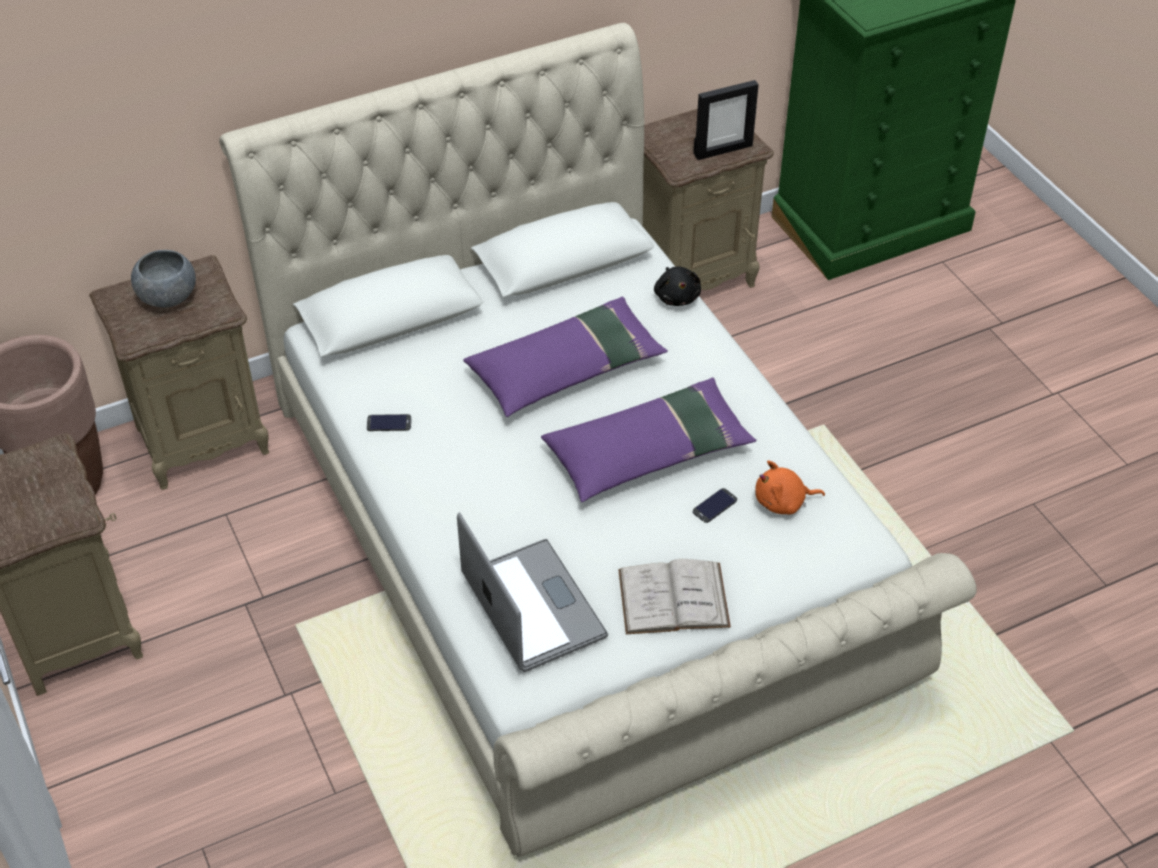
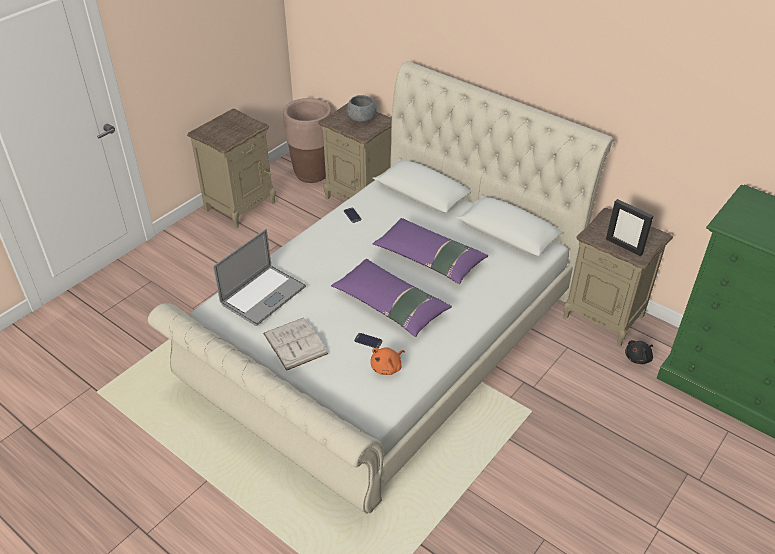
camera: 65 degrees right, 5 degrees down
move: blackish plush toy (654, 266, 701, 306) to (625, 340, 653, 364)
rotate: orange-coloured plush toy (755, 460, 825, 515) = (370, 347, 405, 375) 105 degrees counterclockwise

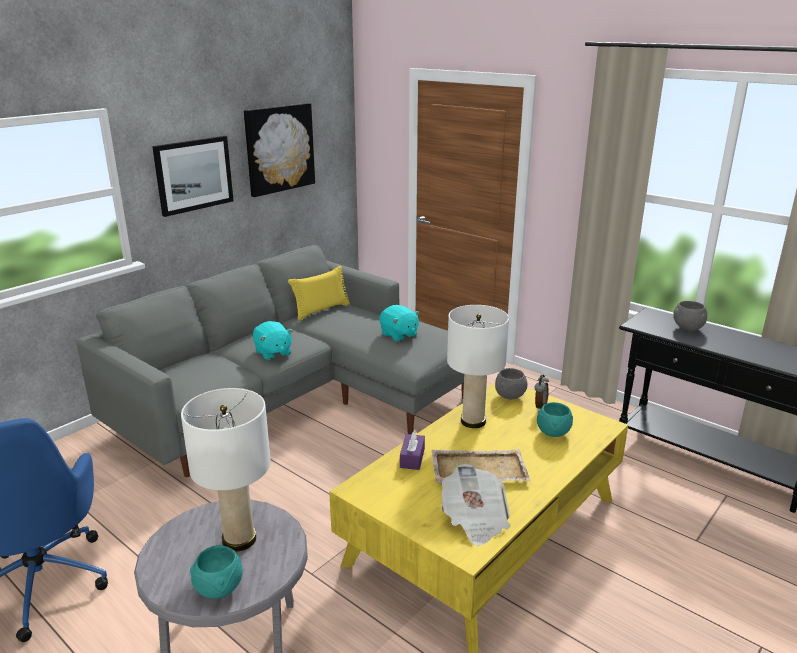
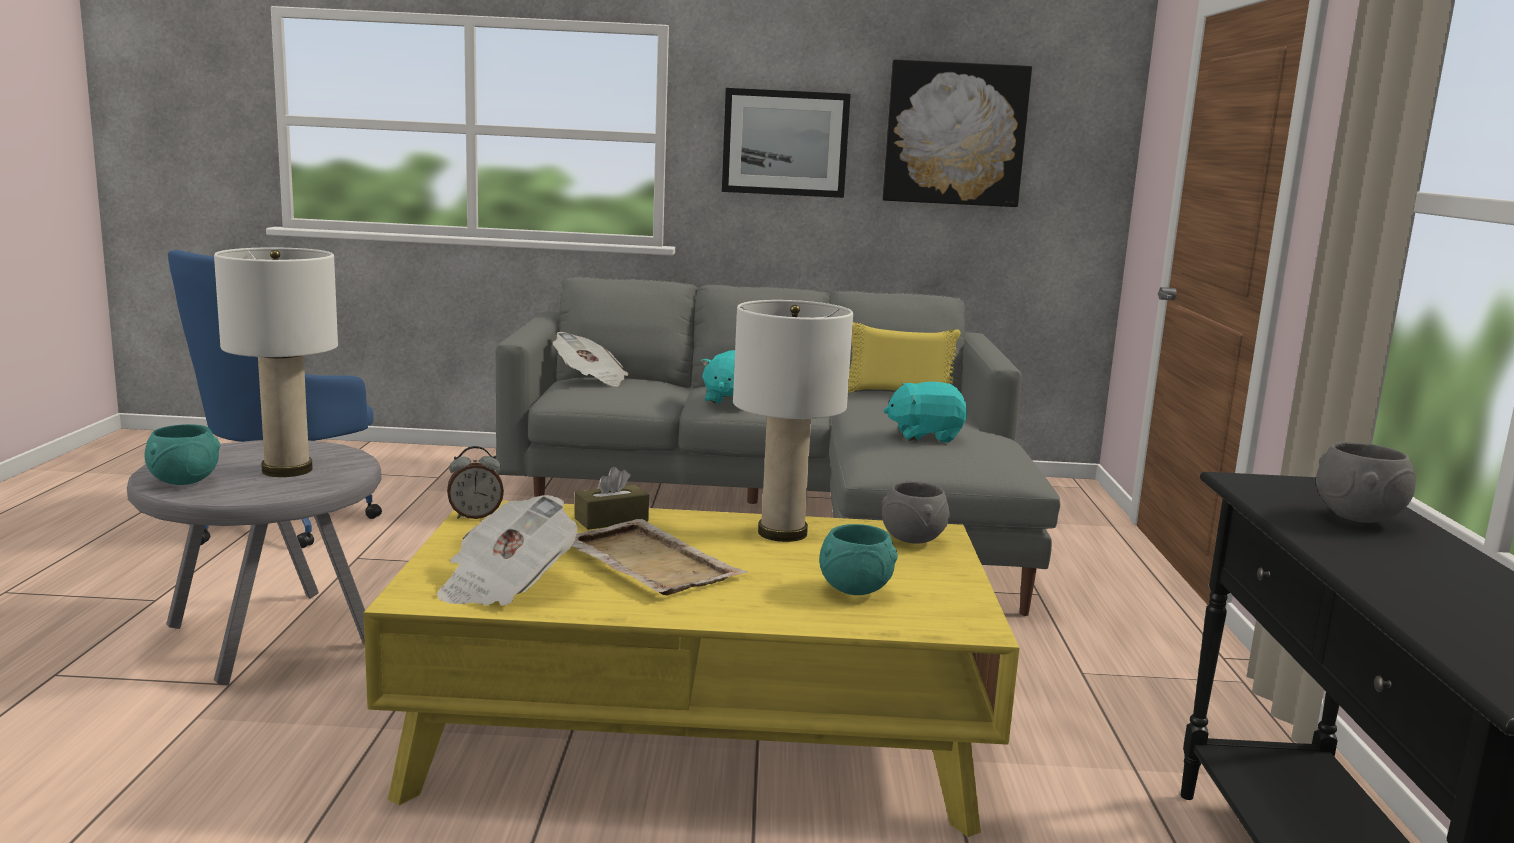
camera: 50 degrees right, 10 degrees down
insert: printed paper (553, 332, 629, 387)
move: bedside clock (534, 375, 549, 409) to (447, 446, 504, 519)
recolor: purplish tissue box (400, 430, 425, 470) to brown tissue box (575, 467, 649, 530)
rotate: blue-green plush toy (379, 305, 420, 342) = (883, 382, 967, 443) 75 degrees clockwise

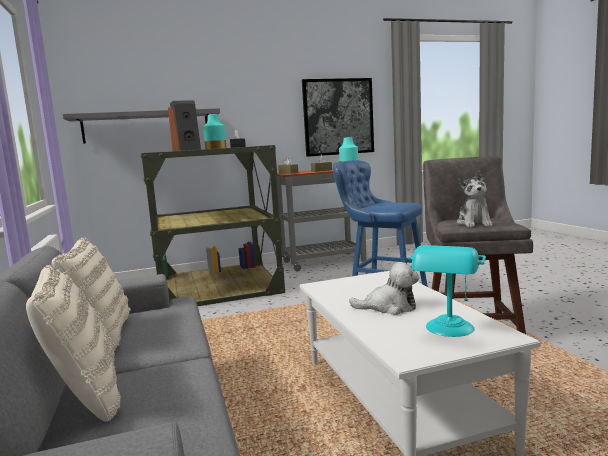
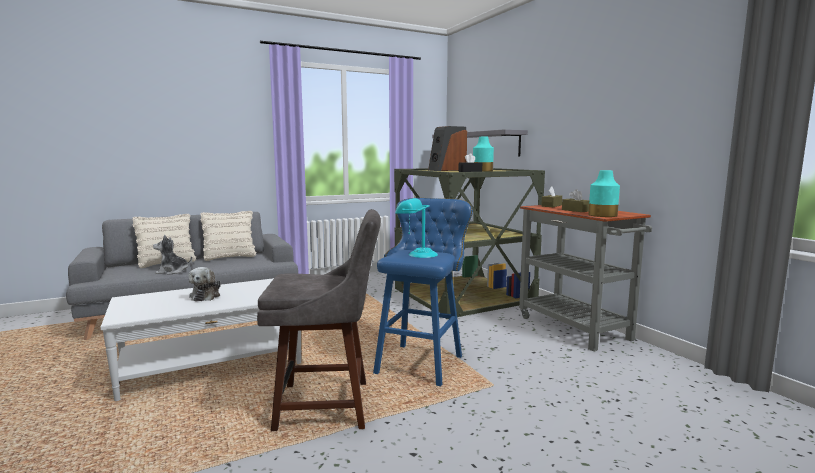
camera: 80 degrees right, 0 degrees up
delete: wall art (302, 78, 374, 157)
move: blue-green lamp for a table (408, 245, 486, 337) to (395, 198, 438, 258); plush toy (457, 171, 493, 227) to (153, 235, 192, 275)

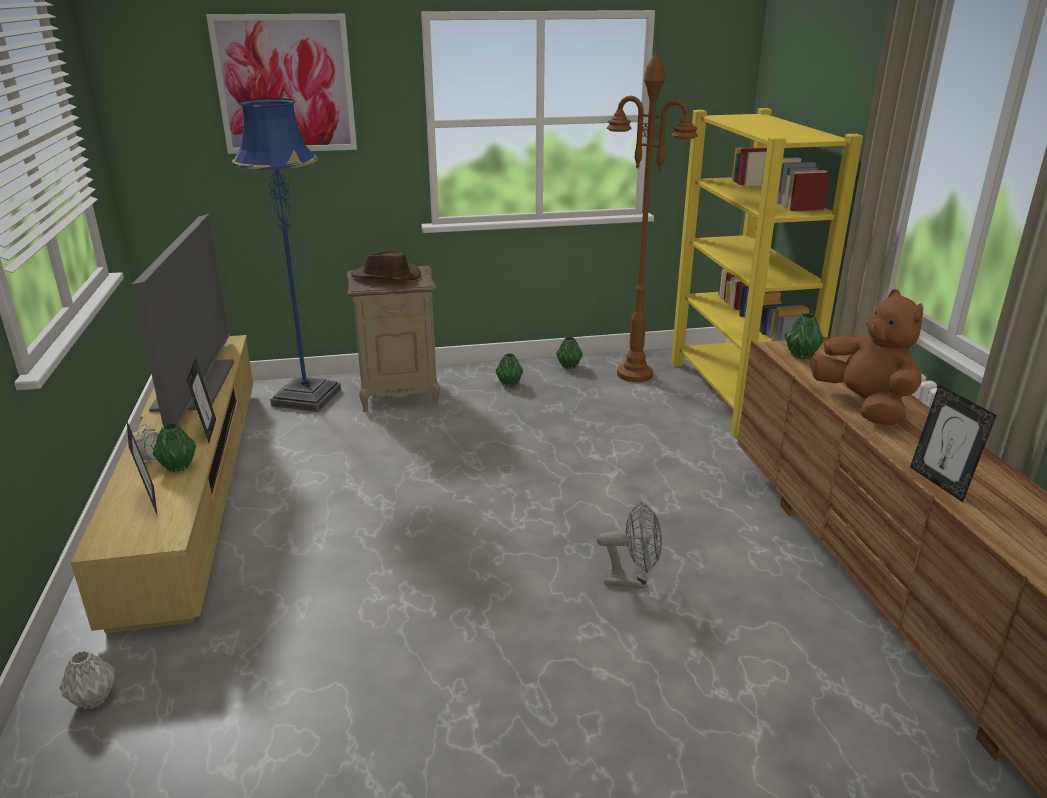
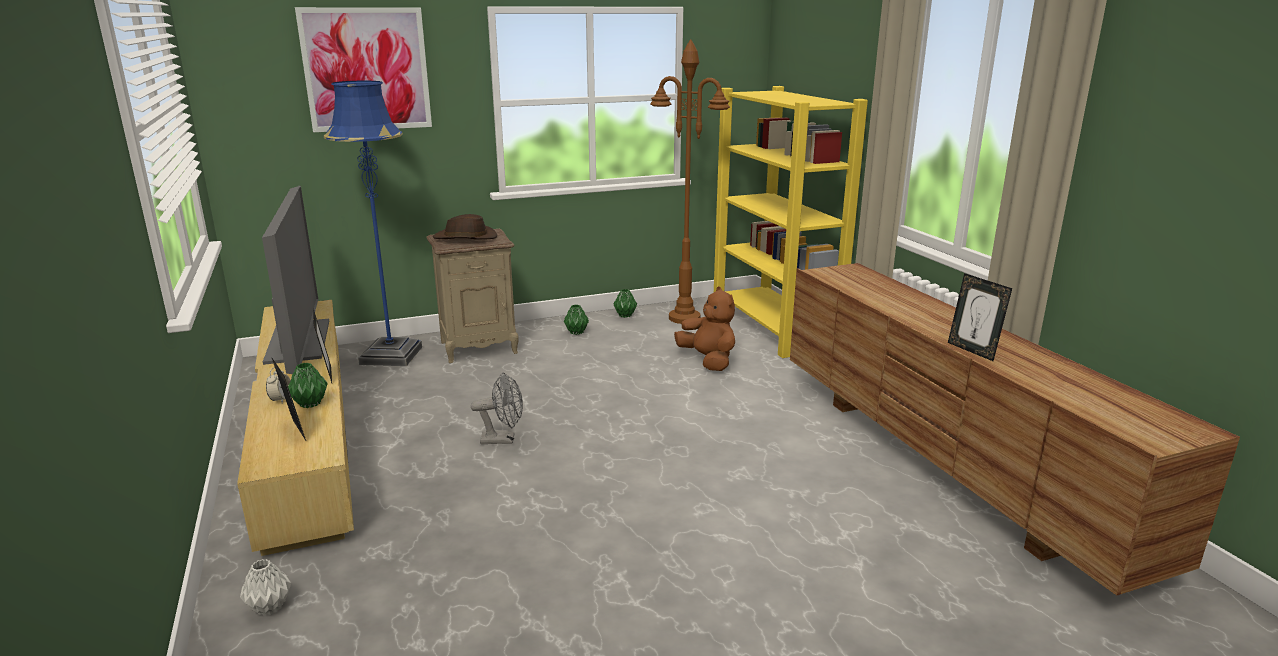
camera: 10 degrees left, 5 degrees down
delete: greenish flower vase (784, 313, 824, 359)
move: gray fan (597, 501, 662, 589) to (471, 373, 523, 444); brown plush toy (810, 289, 923, 426) to (674, 286, 735, 371)

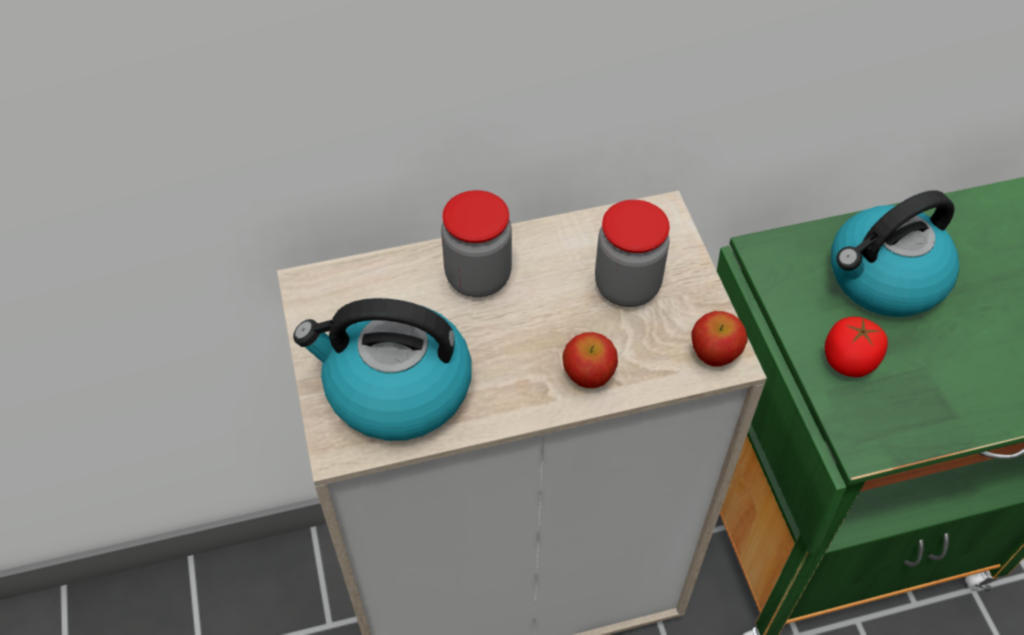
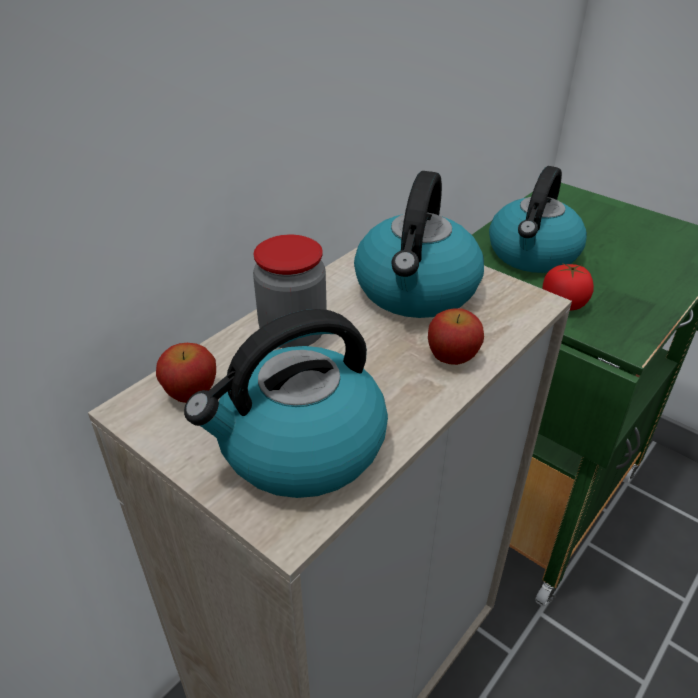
camera: 35 degrees left, 15 degrees down
move: apple fruit (691, 311, 748, 367) to (156, 343, 216, 403)
replace: storage jar (595, 200, 670, 307) to tea kettle (354, 171, 484, 318)

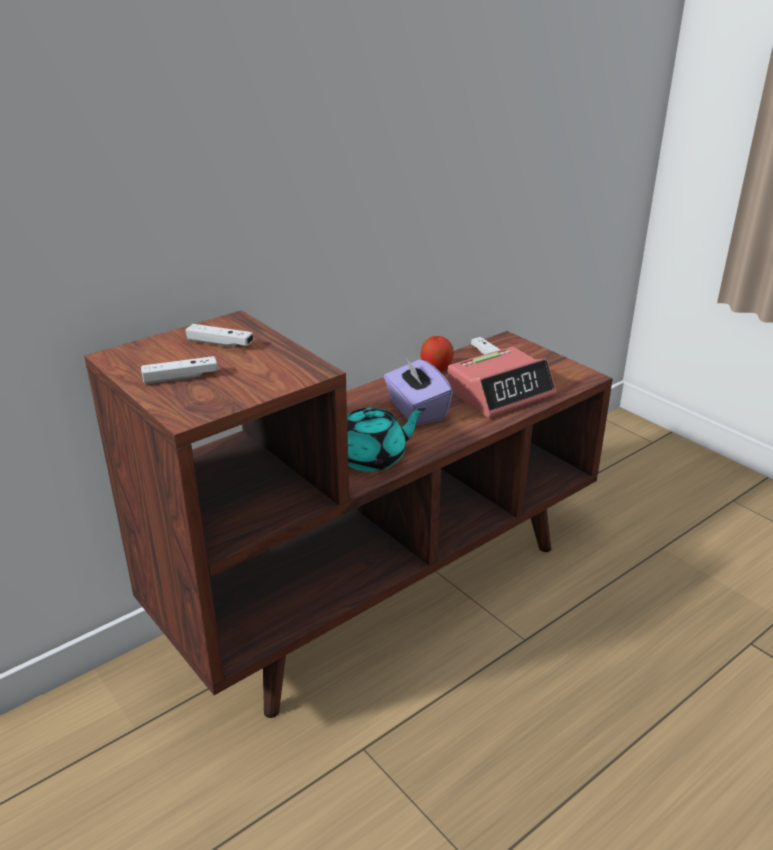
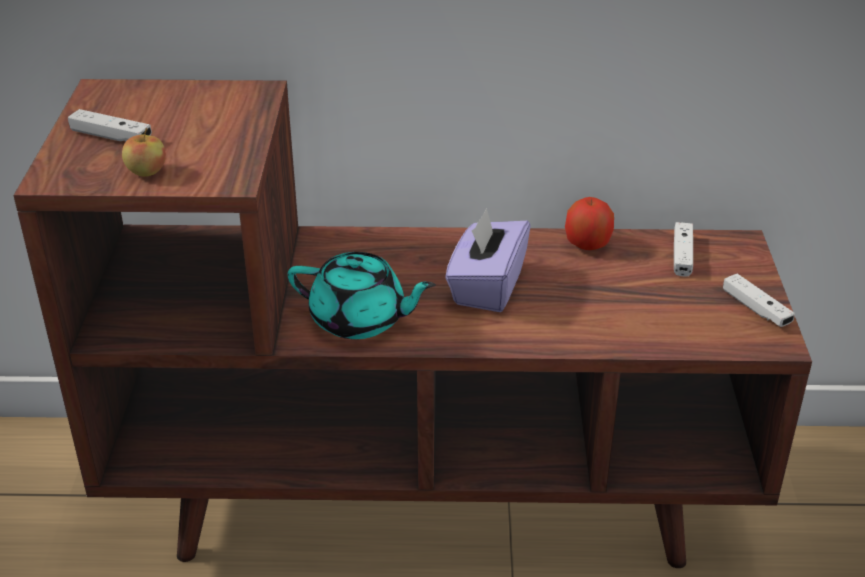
camera: 40 degrees right, 5 degrees up
delete: bedside clock (447, 346, 556, 417)
insert: apple fruit (122, 128, 166, 177)
move: white-coloured joypad (185, 324, 253, 347) to (723, 274, 795, 327)

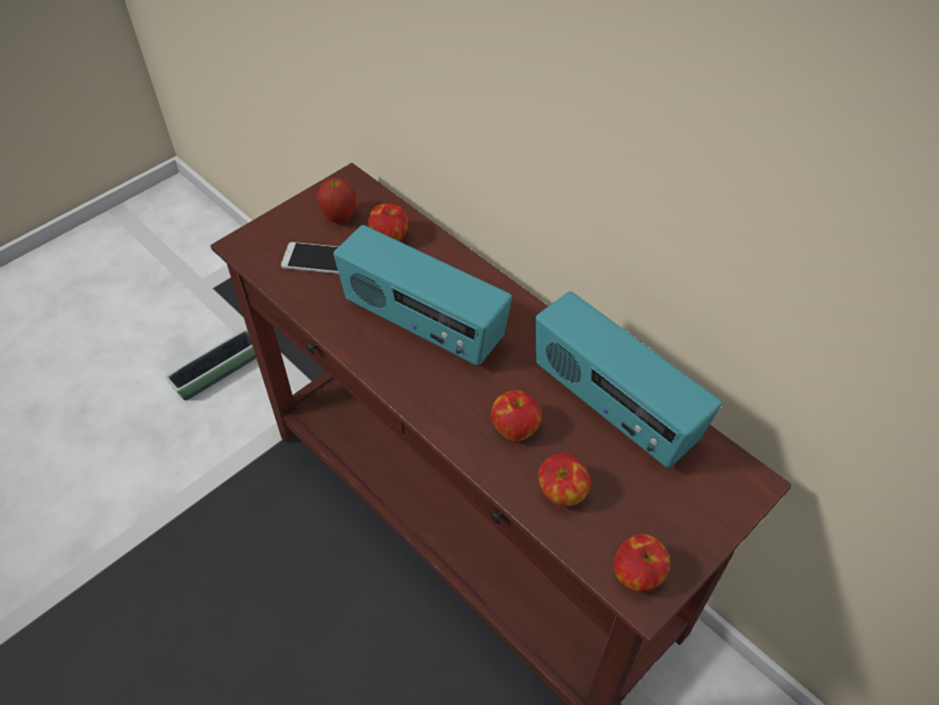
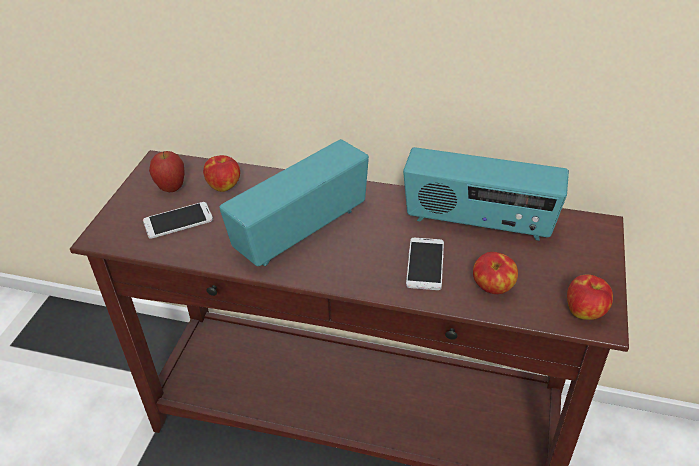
camera: 30 degrees left, 10 degrees down
delete: flower pot (166, 329, 256, 401)
replace: apple fruit (491, 390, 542, 441) to handset (406, 238, 444, 290)
rotate: radio (333, 225, 512, 365) = (219, 139, 369, 266) 135 degrees clockwise

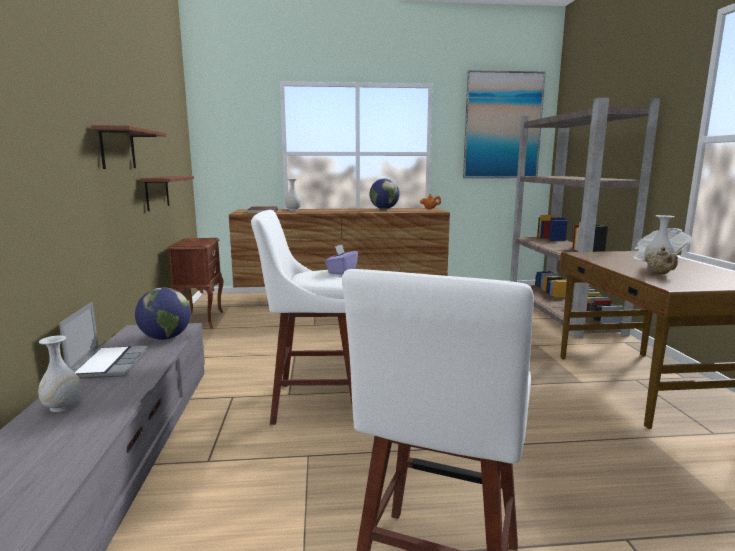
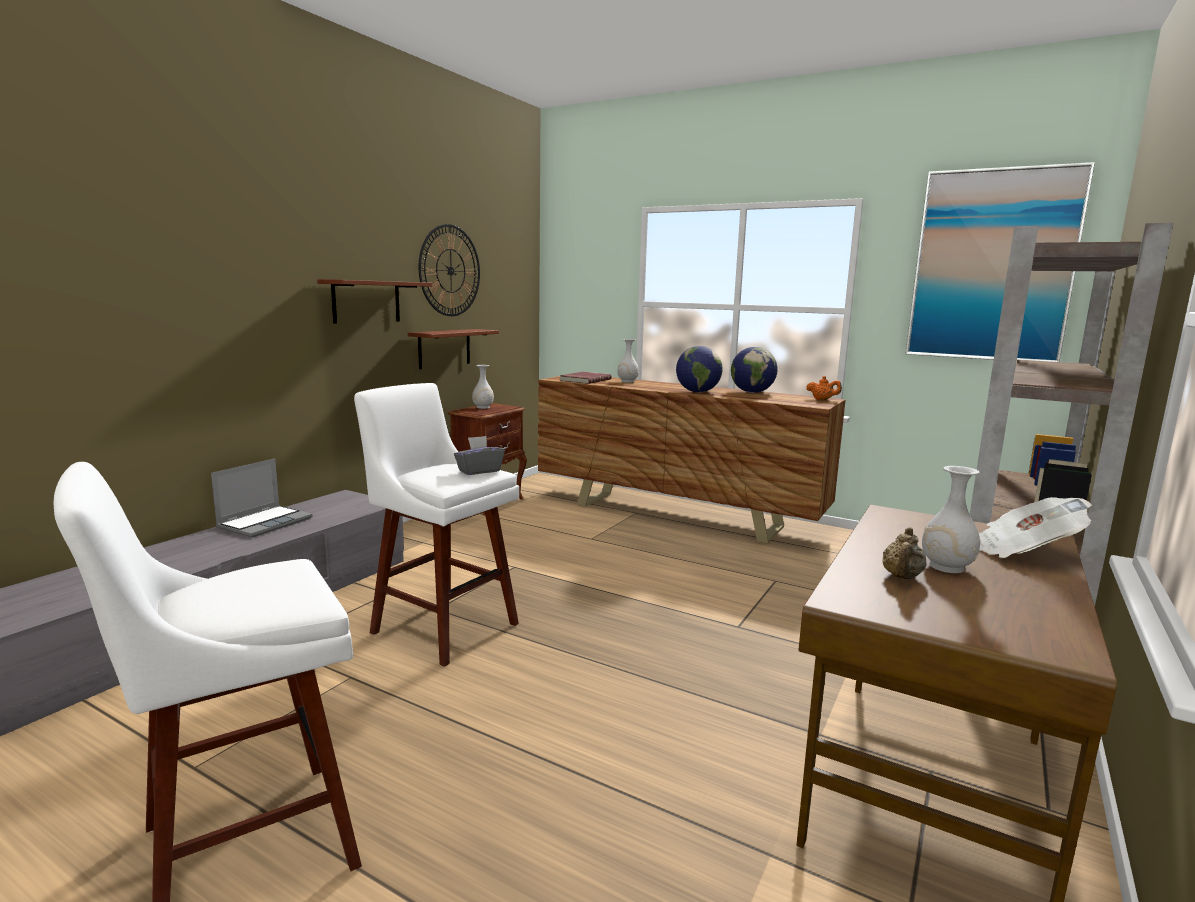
camera: 35 degrees right, 0 degrees up
insert: hanging clock (419, 224, 480, 316)
move: white-coloured flower vase (38, 335, 82, 412) to (472, 365, 494, 409); world globe (135, 288, 191, 340) to (676, 346, 723, 392)
recolor: purplish tissue box (325, 244, 358, 275) to gray tissue box (454, 436, 505, 475)

